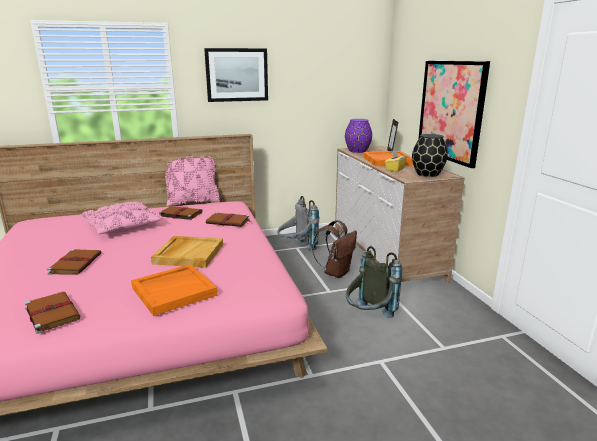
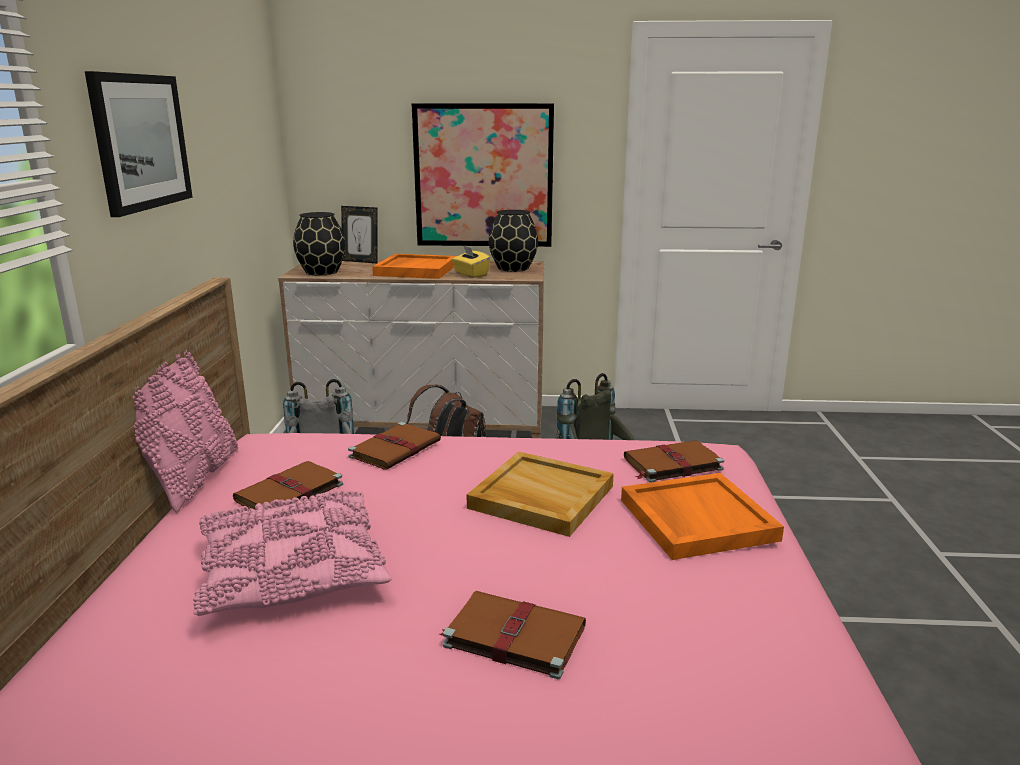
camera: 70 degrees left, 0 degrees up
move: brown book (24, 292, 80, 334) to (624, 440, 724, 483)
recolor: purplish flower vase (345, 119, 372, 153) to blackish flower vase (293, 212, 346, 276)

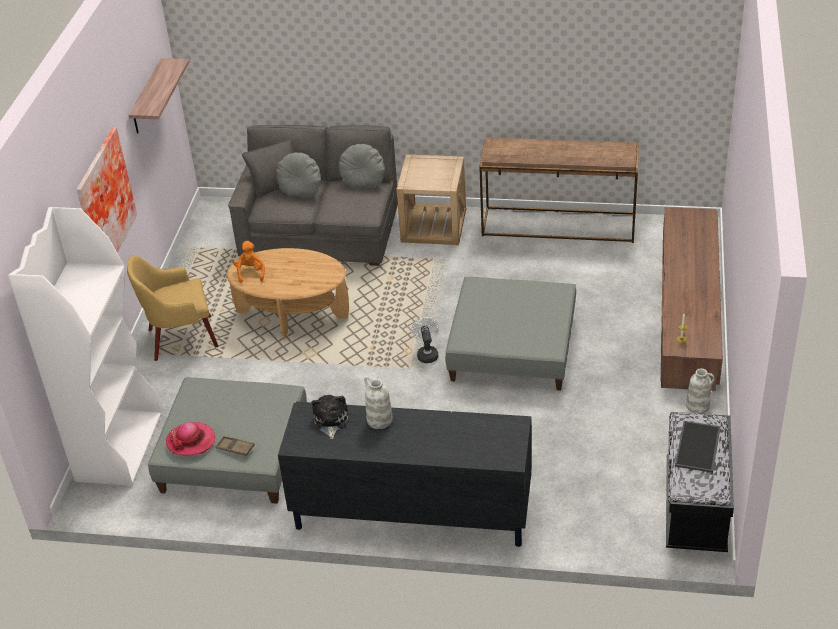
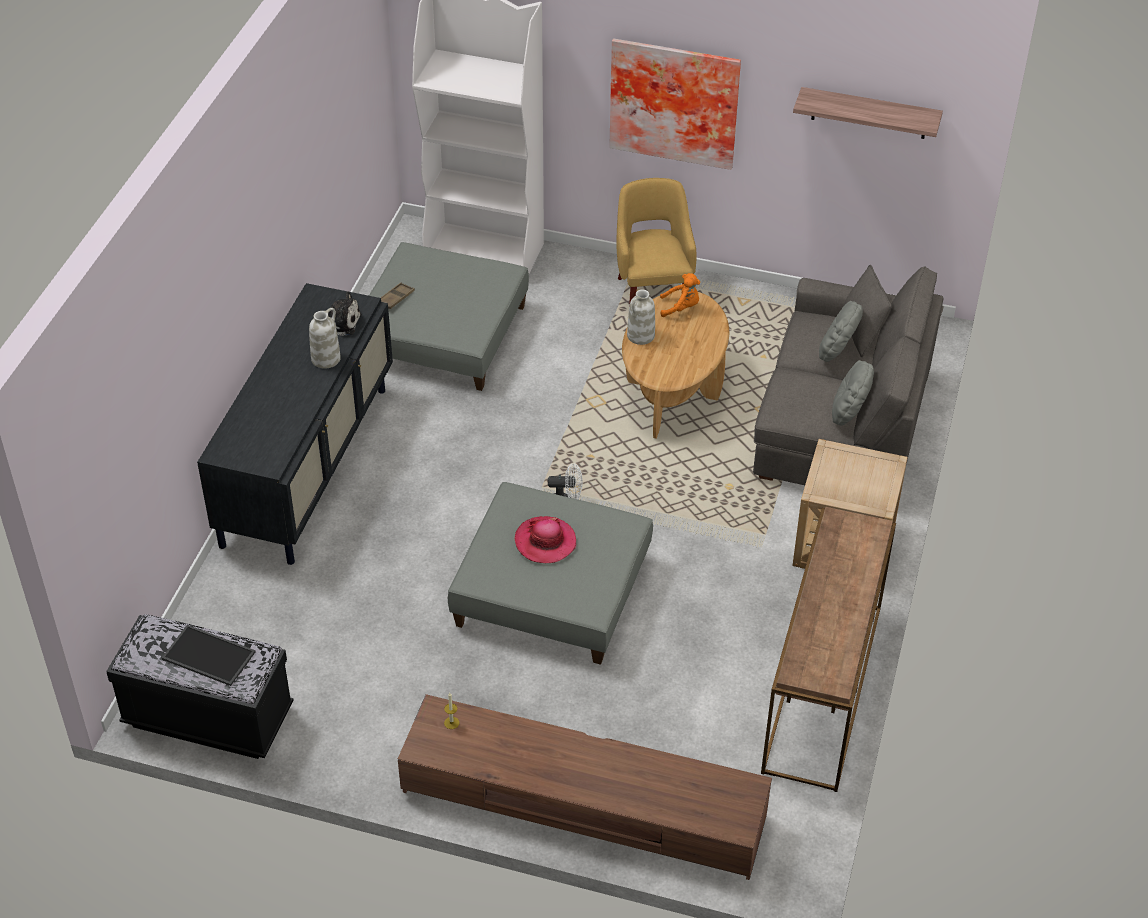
camera: 95 degrees right, 5 degrees up
move: clothing hat (166, 422, 215, 456) to (515, 516, 576, 563); white-coloured flower vase (686, 368, 715, 414) to (627, 290, 655, 345)

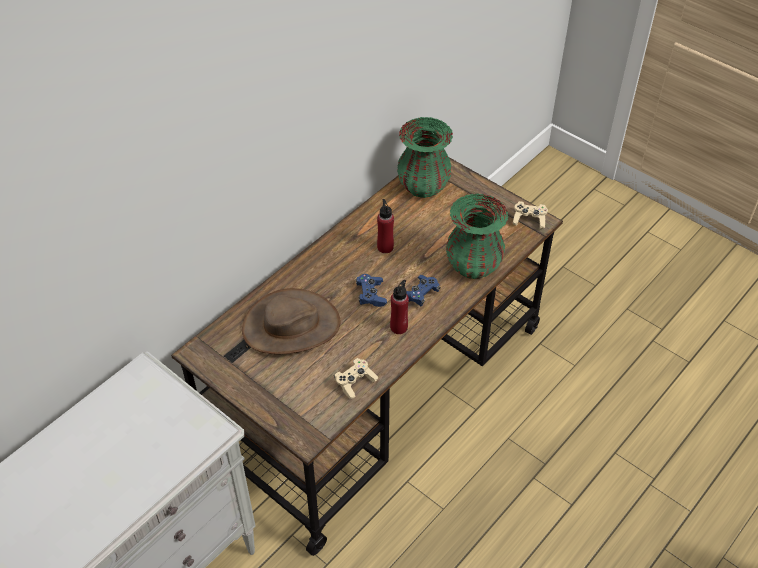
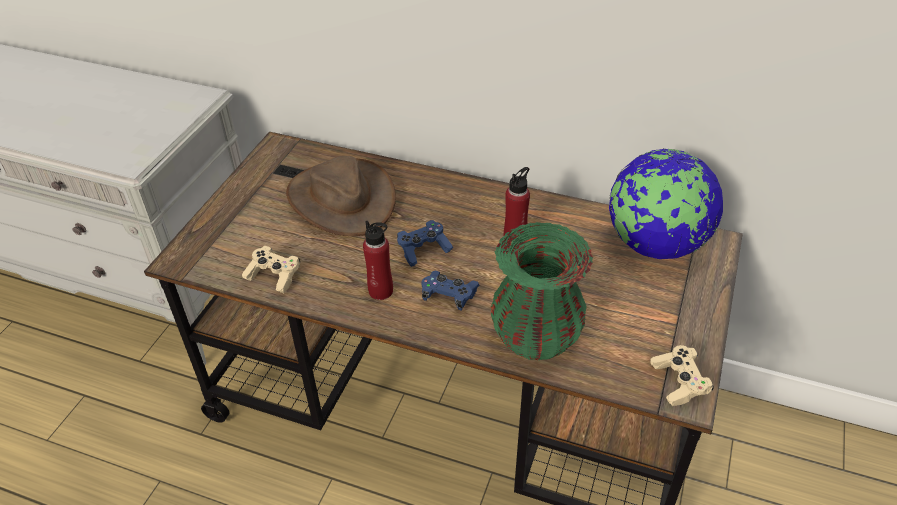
camera: 70 degrees right, 5 degrees down
replace: greenish flower vase (397, 117, 453, 198) to world globe (609, 148, 723, 259)

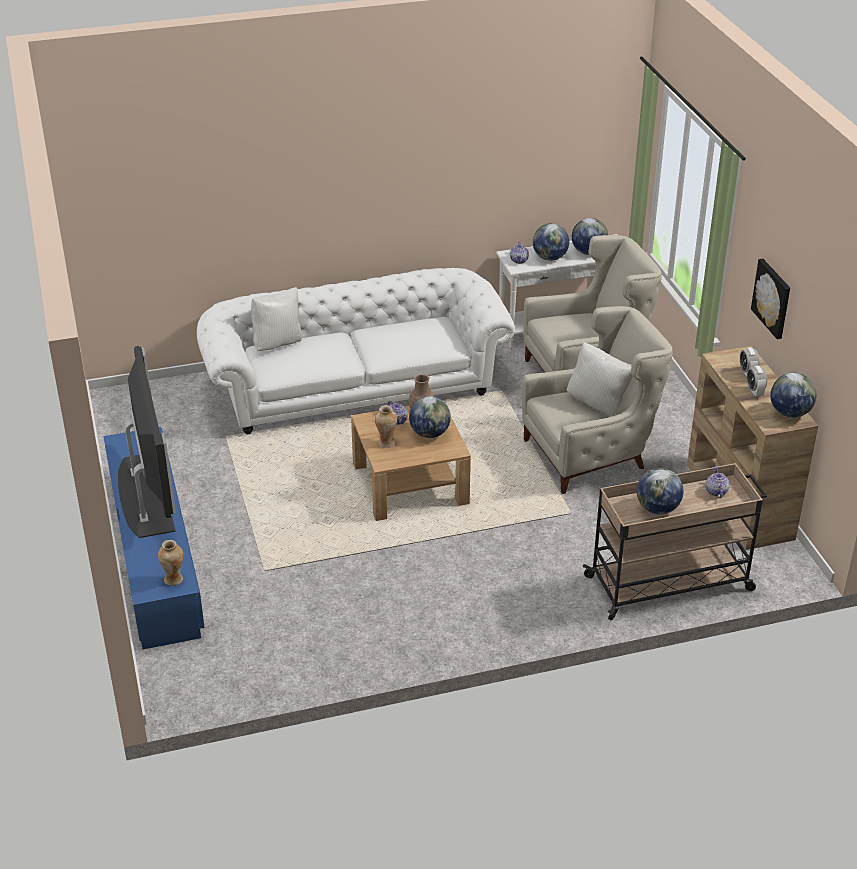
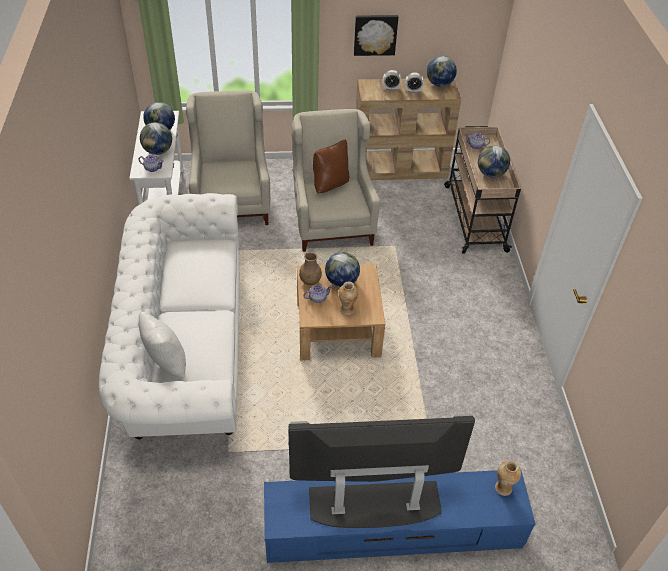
camera: 80 degrees left, 10 degrees up
recolor: white-coloured pillow (567, 342, 633, 416) to brown pillow (313, 139, 349, 194)

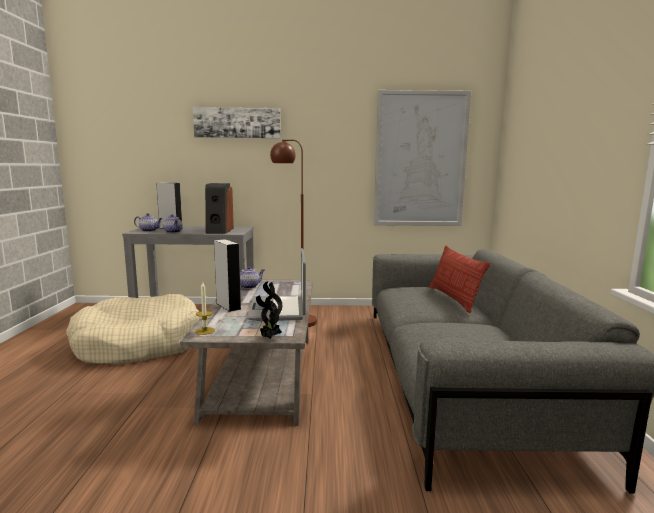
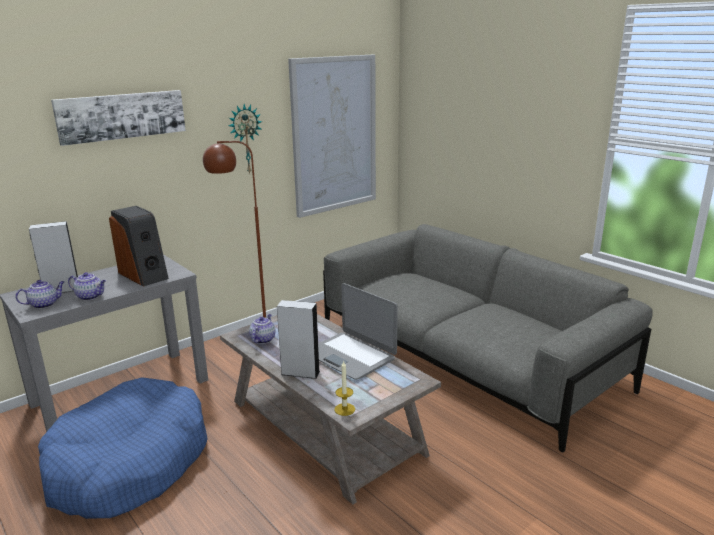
camera: 40 degrees left, 10 degrees up
delete: plant in a pot (256, 281, 282, 338); pillow (429, 246, 490, 313)
insert: hanging clock (228, 104, 262, 175)
recolor: sand-coloured dog bed (66, 294, 201, 365) to blue-coloured dog bed (38, 377, 208, 519)

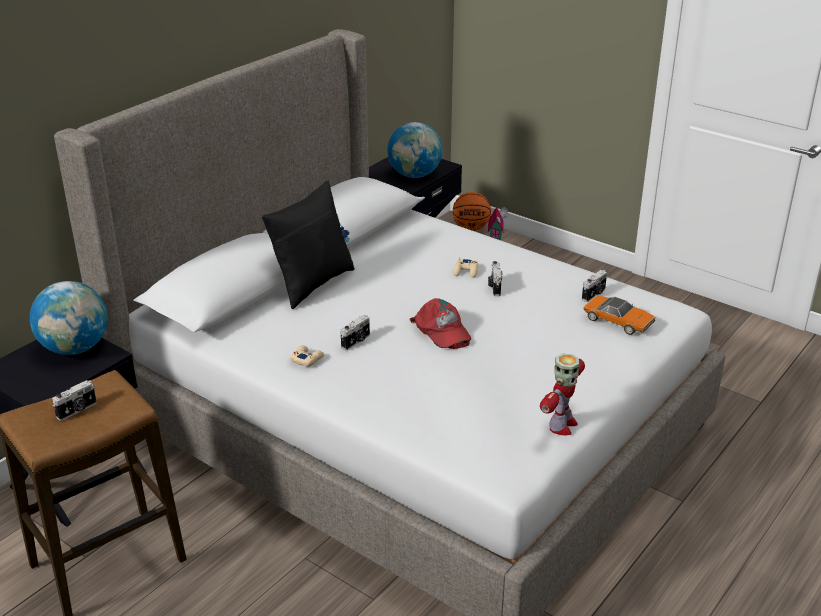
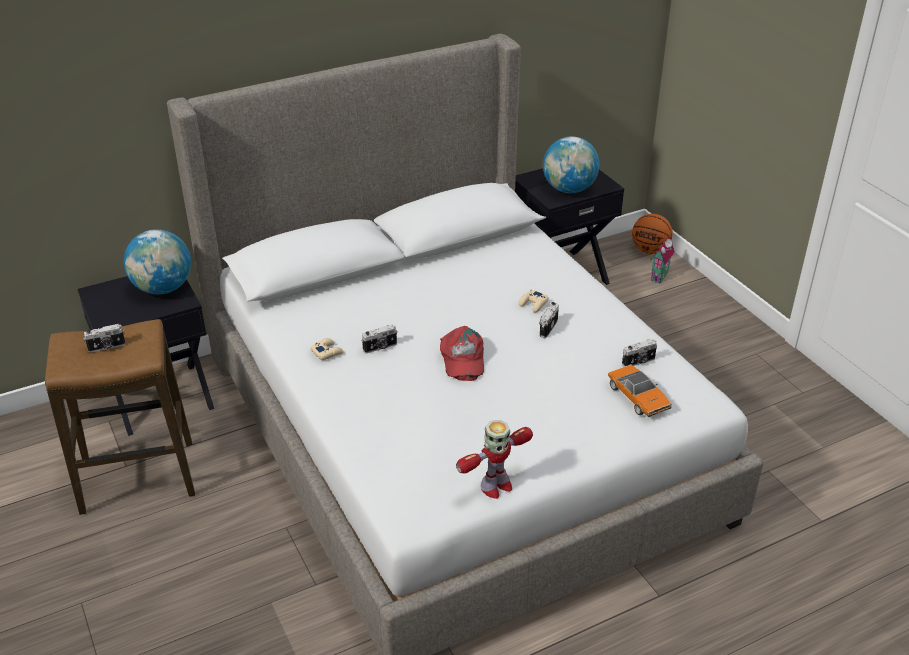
camera: 25 degrees right, 5 degrees up
delete: blackish pillow (262, 180, 354, 309)

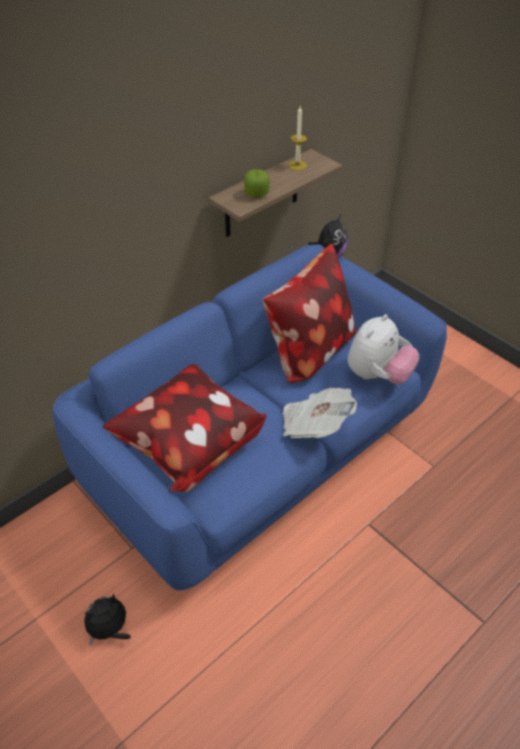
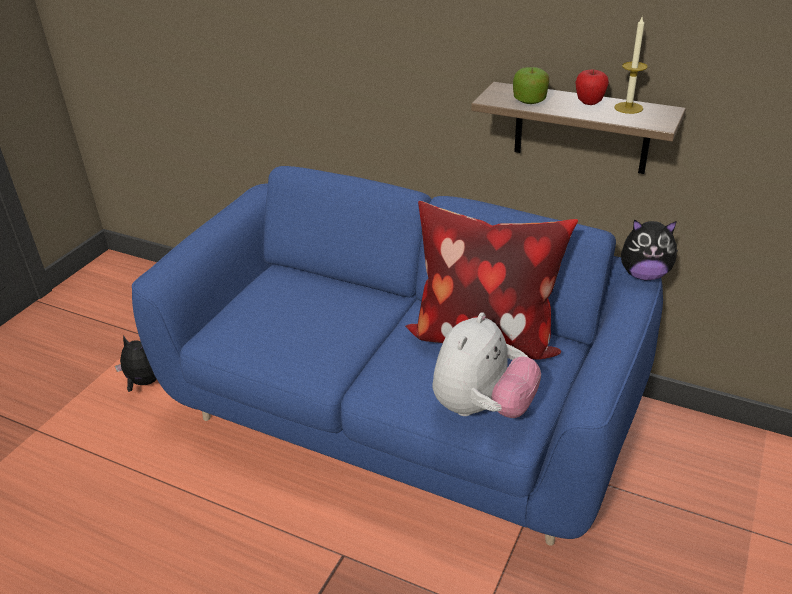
camera: 70 degrees right, 10 degrees down
delete: pillow (102, 364, 267, 492); printed paper (283, 387, 357, 438)
insert: apple fruit (575, 69, 609, 105)
rotate: plush toy (347, 314, 419, 384) = (433, 312, 541, 418) 75 degrees counterclockwise

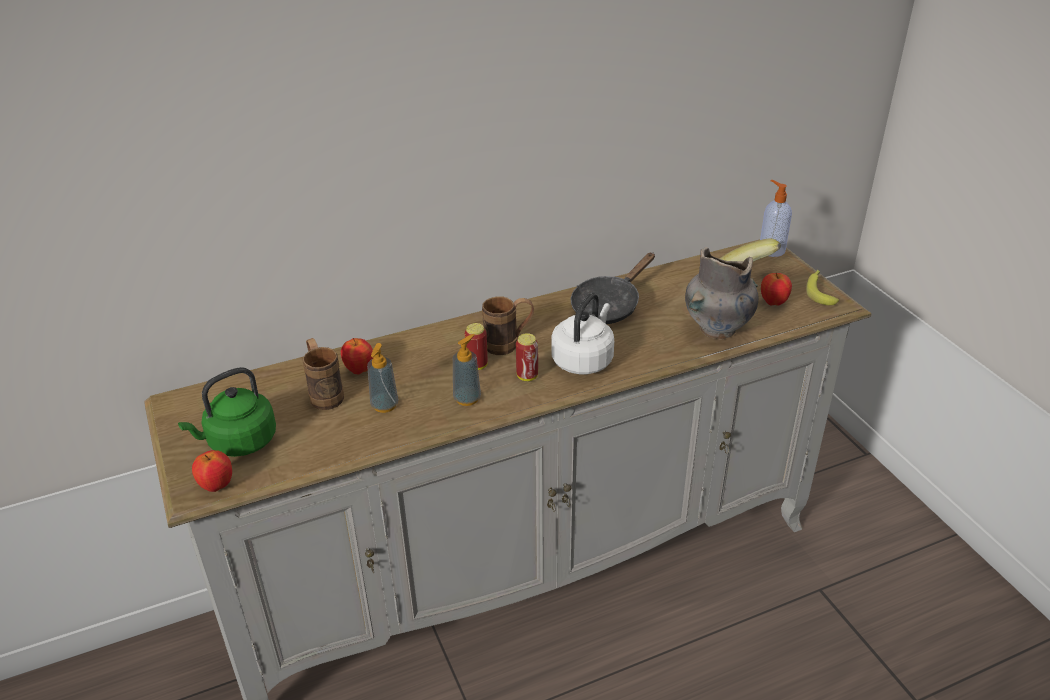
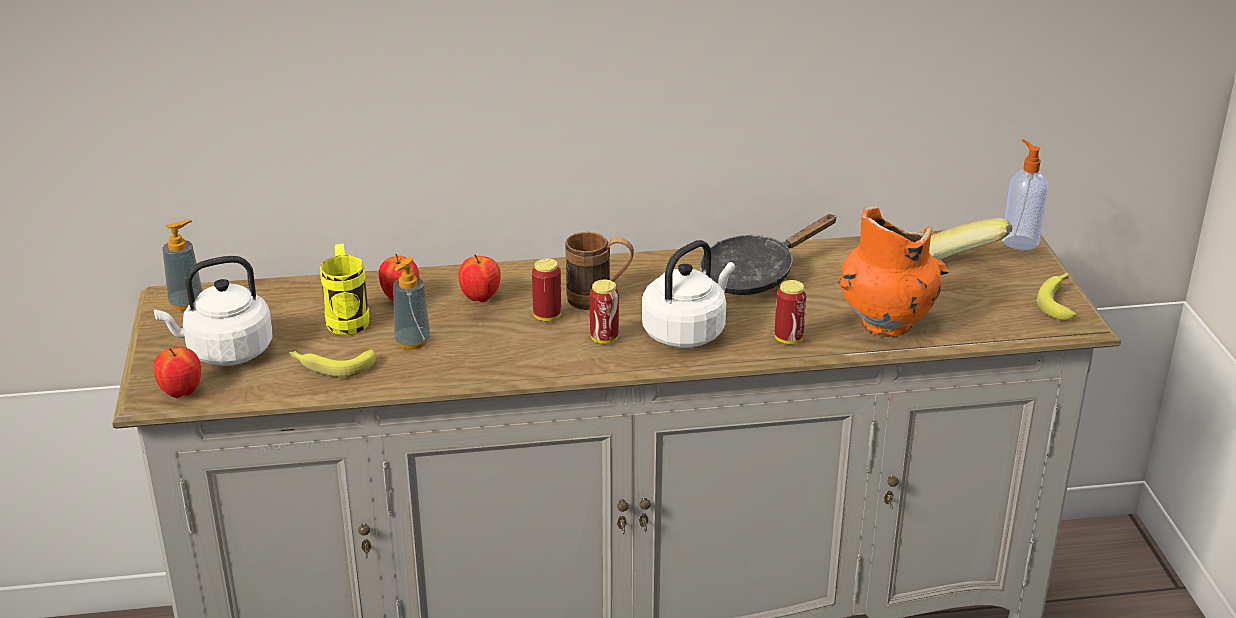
camera: 15 degrees right, 5 degrees down
insert: whole banana (289, 350, 376, 377); metal can (775, 280, 807, 345)
move: soap bottle (453, 334, 481, 406) to (162, 220, 203, 310); apple fruit (761, 273, 792, 306) to (458, 255, 501, 302)
recolor: greenish tea kettle (178, 367, 276, 457) to white-coloured tea kettle (154, 256, 272, 366); brown coffee mug (303, 338, 344, 410) to yellow coffee mug (320, 243, 369, 335); gray flower vase (685, 247, 758, 339) to orange-coloured flower vase (838, 206, 949, 337)

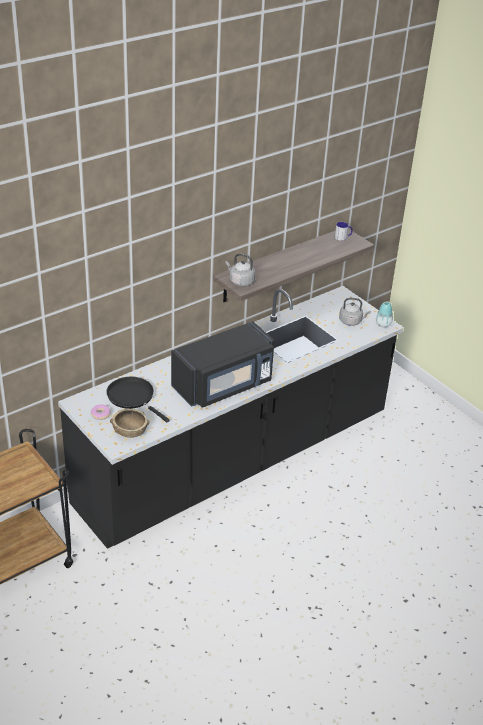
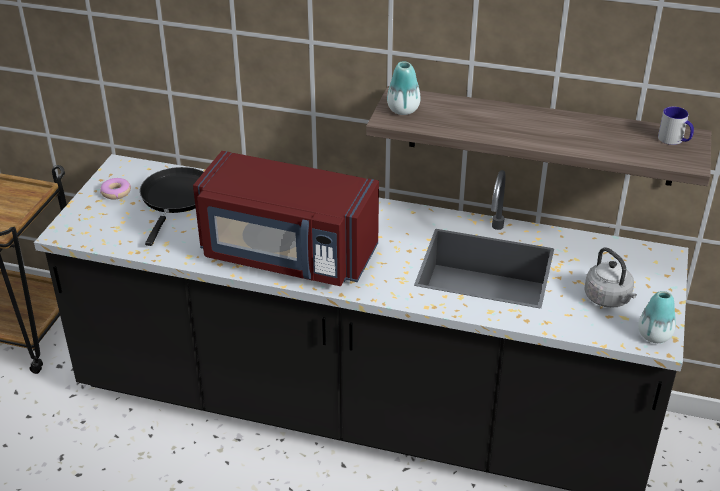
camera: 55 degrees right, 0 degrees up
delete: brown serving bowl (110, 409, 150, 438)
replace: gray tea kettle (225, 253, 255, 286) to flower vase (387, 61, 421, 115)
recolor: blackish microwave (171, 321, 275, 408) to red-coloured microwave (193, 151, 379, 286)

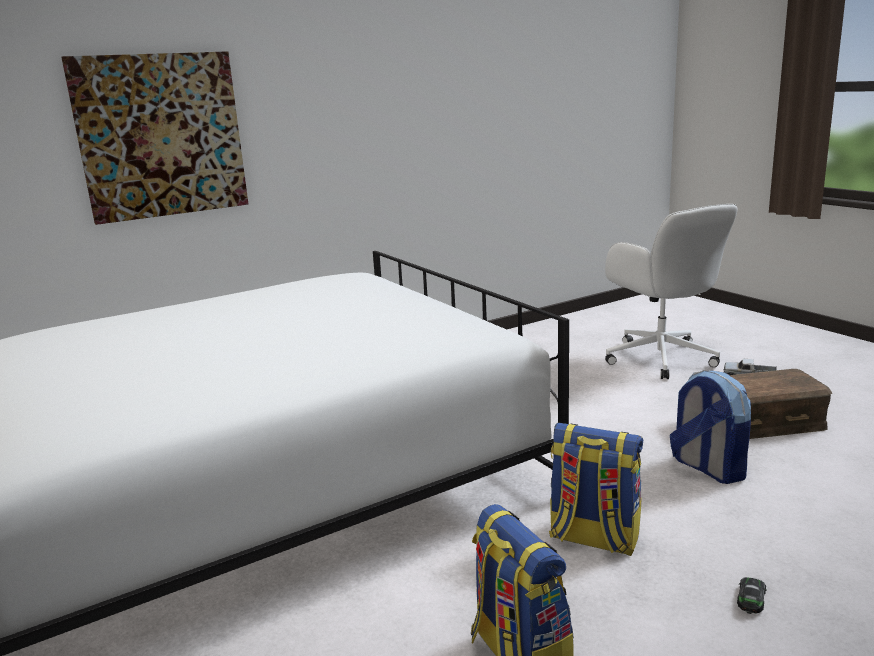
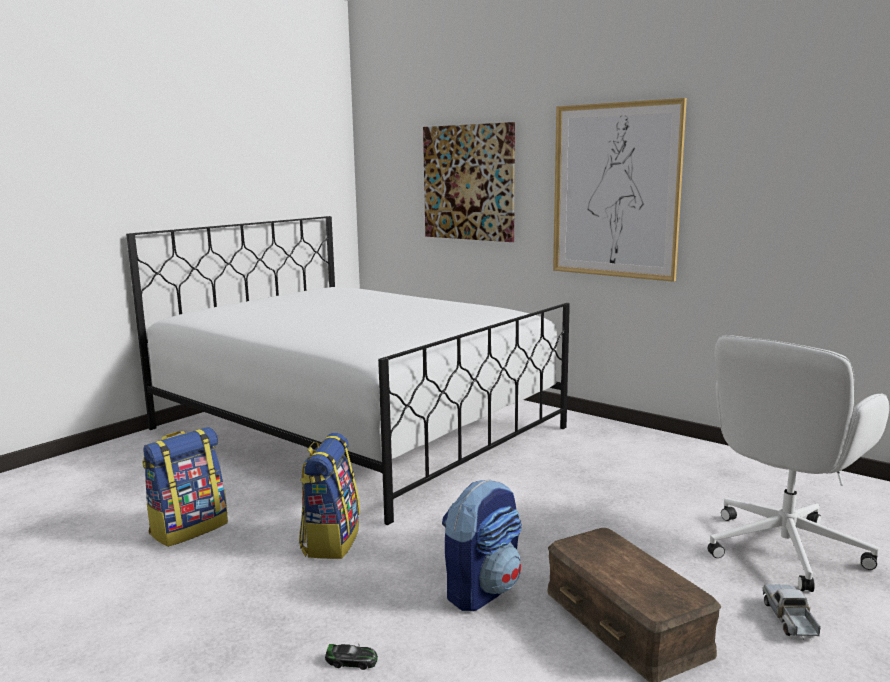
camera: 70 degrees right, 5 degrees down
insert: wall art (553, 98, 687, 282)
move: toy car (737, 577, 767, 614) to (325, 644, 378, 670)

